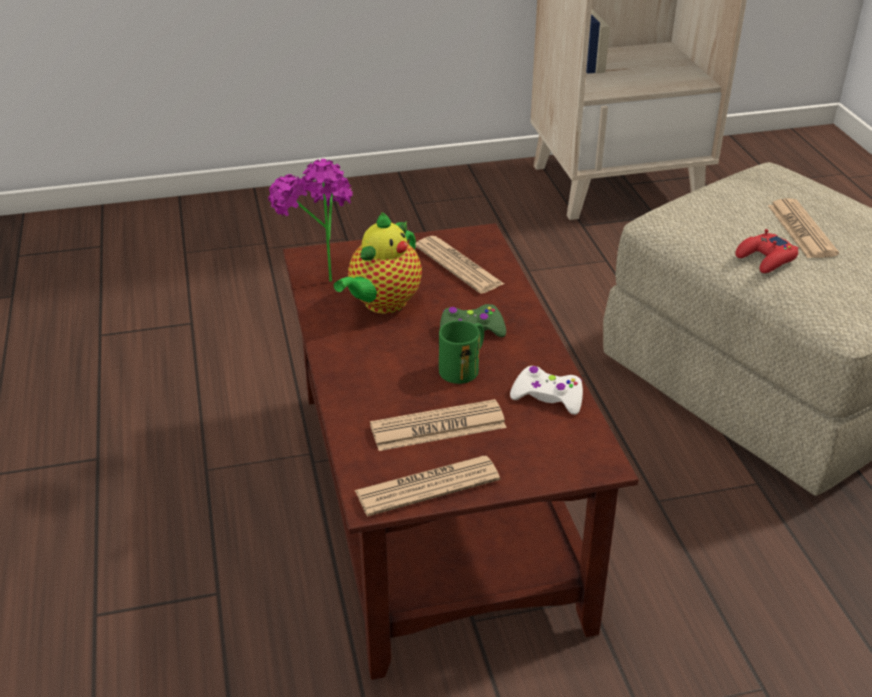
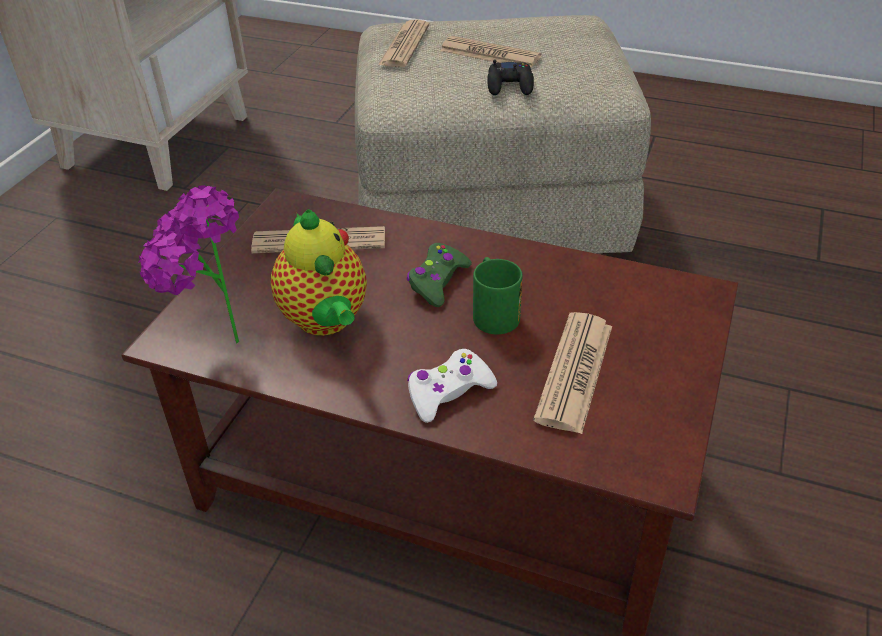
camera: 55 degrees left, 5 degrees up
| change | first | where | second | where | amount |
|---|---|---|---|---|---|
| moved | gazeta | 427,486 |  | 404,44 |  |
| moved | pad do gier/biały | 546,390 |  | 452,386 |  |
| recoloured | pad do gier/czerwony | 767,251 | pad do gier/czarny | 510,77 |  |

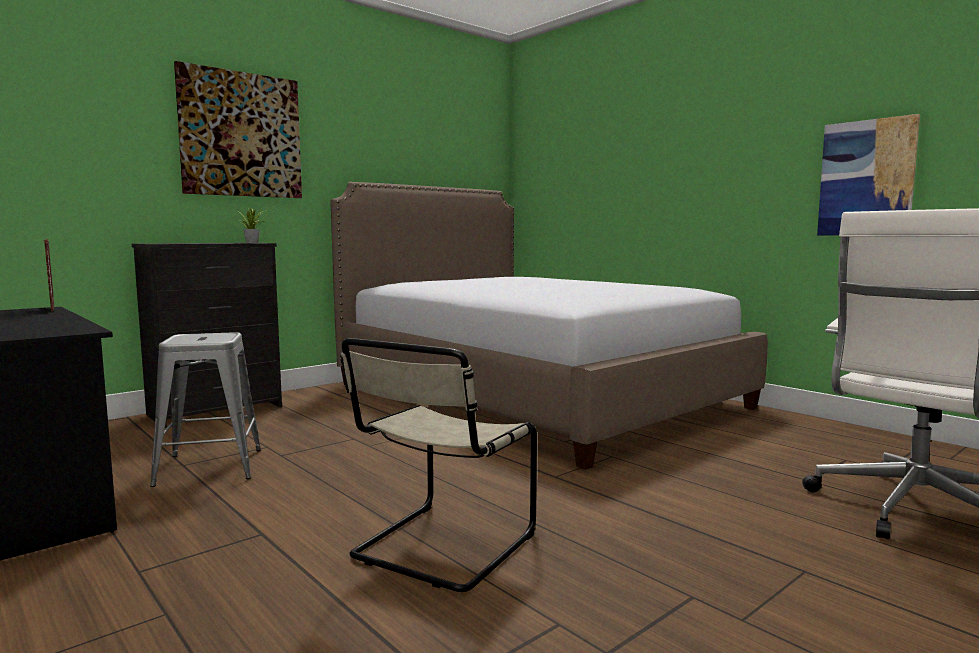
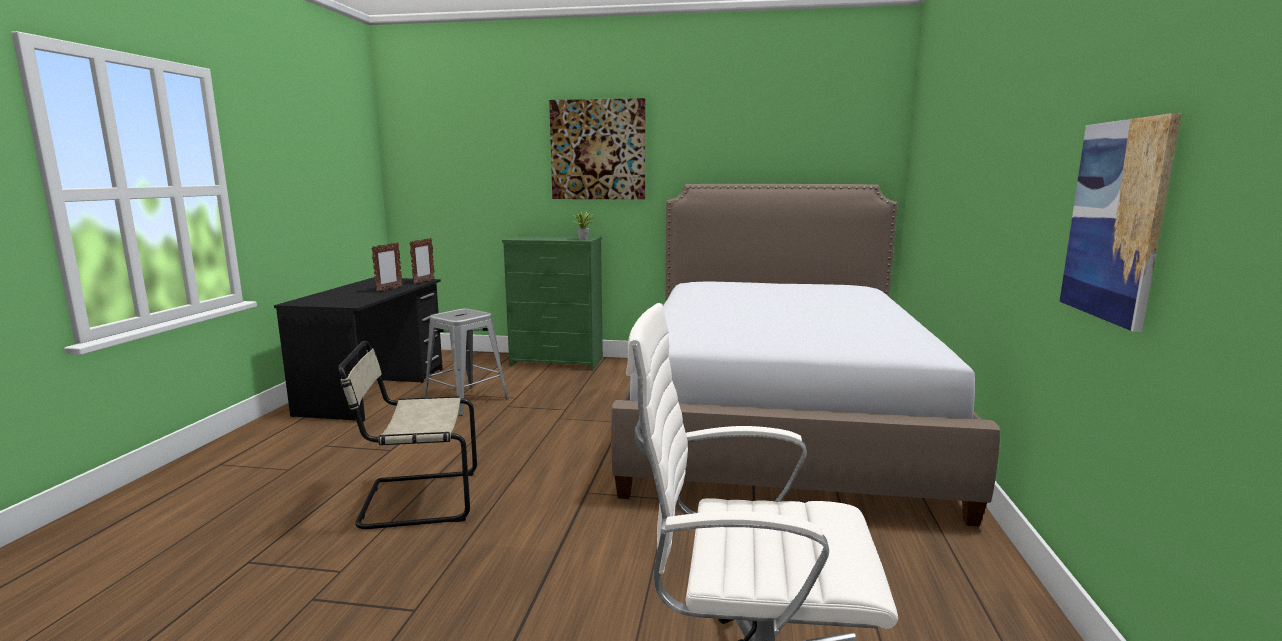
camera: 50 degrees right, 5 degrees up
| change | first | where | second | where | amount |
|---|---|---|---|---|---|
| added |  |  | ramka na zdjęcie | 387,267 |  |
| recoloured | komoda/czarny | 207,335 | komoda/zielony | 552,303 |  |

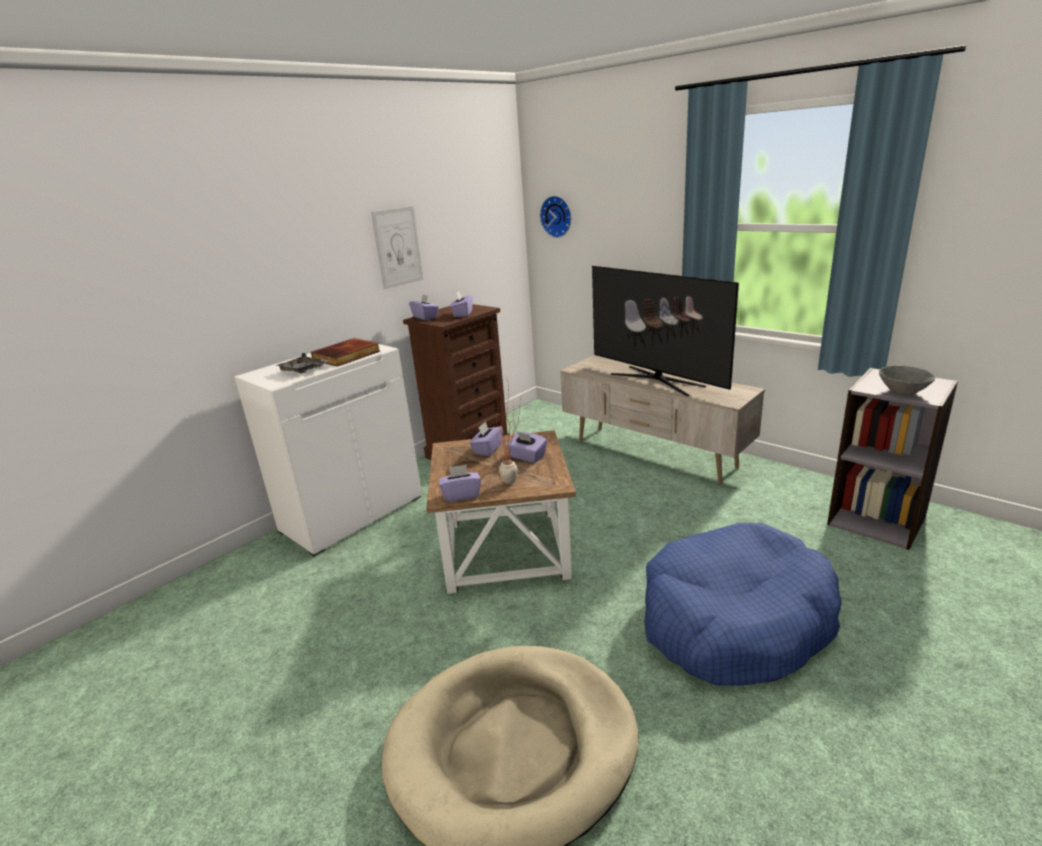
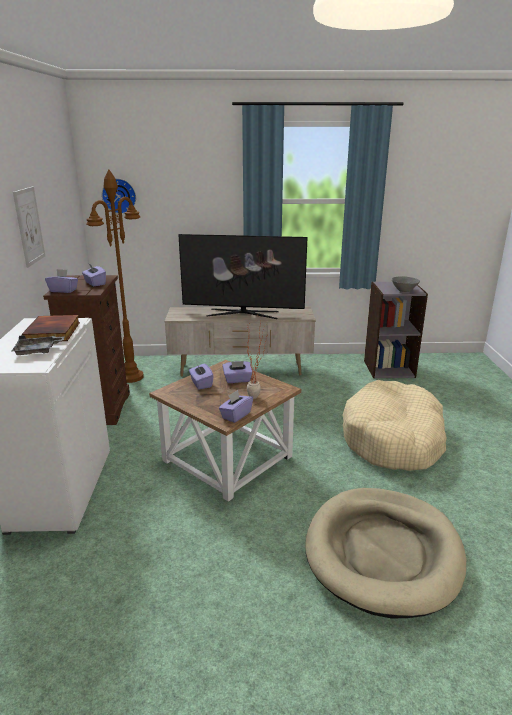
camera: 45 degrees left, 0 degrees up
| change | first | where | second | where | amount |
|---|---|---|---|---|---|
| added |  |  | lampa stojąca/brązowy | 115,276 |  |
| recoloured | legowisko/niebieski | 743,604 | legowisko/beżowy | 395,425 |  |

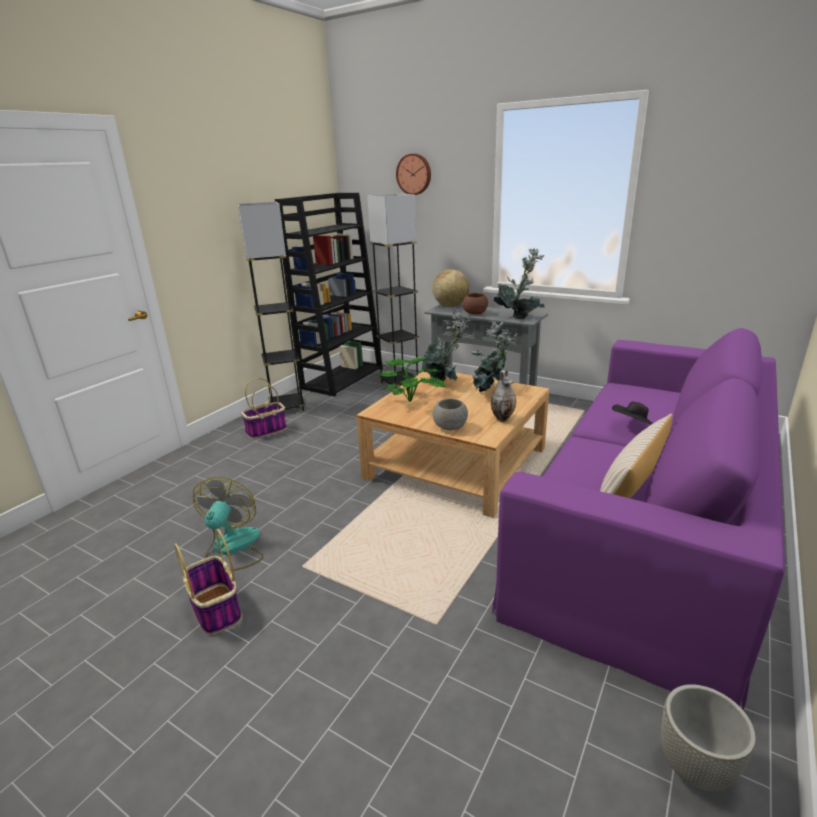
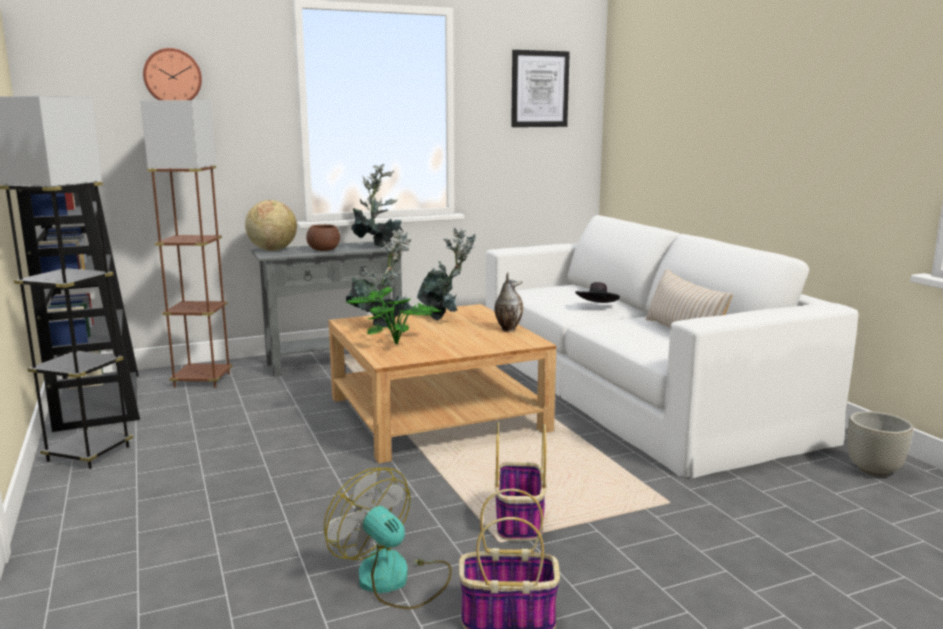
camera: 55 degrees left, 10 degrees down
| change | first | where | second | where | amount |
|---|---|---|---|---|---|
| removed | miska/szary | 450,414 |  |  |  |
| added |  |  | obraz | 540,88 |  |
| moved | koszyk | 264,408 |  | 521,481 |  |
| recoloured | lampa stojąca/szary | 393,291 | lampa stojąca/brązowy | 186,244 |  |
| recoloured | kanapa/fioletowy | 638,519 | kanapa/biały | 672,347 |  |

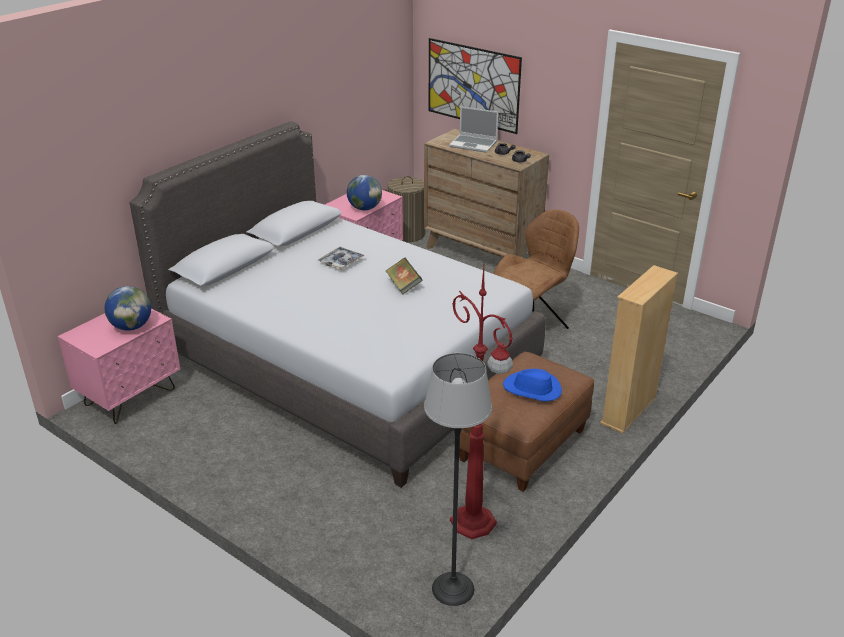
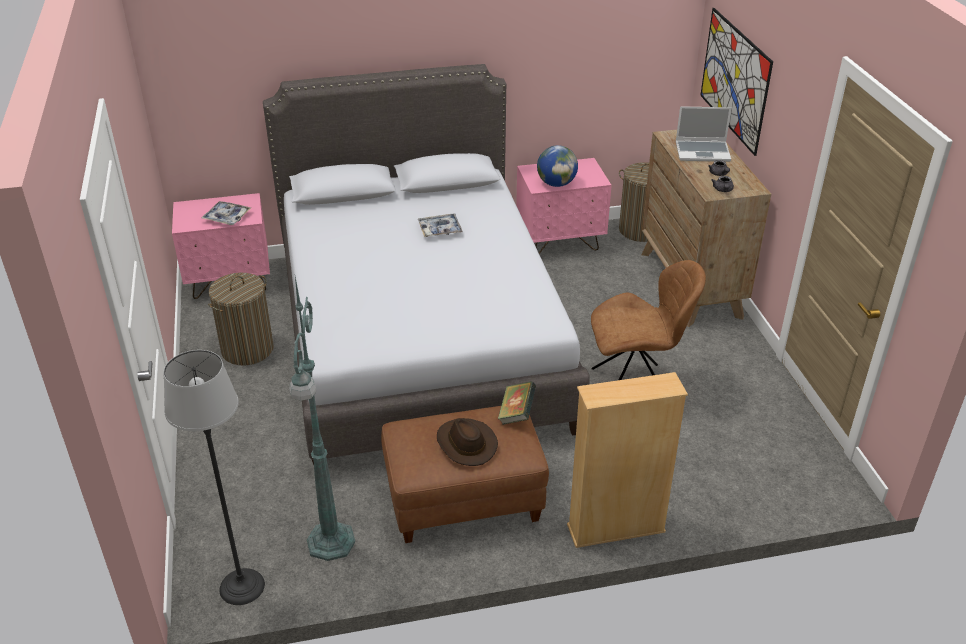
camera: 40 degrees right, 5 degrees up
| change | first | where | second | where | amount |
|---|---|---|---|---|---|
| added |  |  | kosz na pranie | 241,319 |  |
| moved | książka | 404,276 |  | 517,403 |  |
| replaced | globus | 127,308 | taca | 226,213 |  |
| recoloured | lampa stojąca/czerwony | 481,402 | lampa stojąca/zielony | 322,419 |  |
| recoloured | kapelusz/niebieski | 532,385 | kapelusz/brązowy | 467,442 |  |
| turned | laptop | 473,129 |  | 703,134 | 60 degrees counterclockwise |

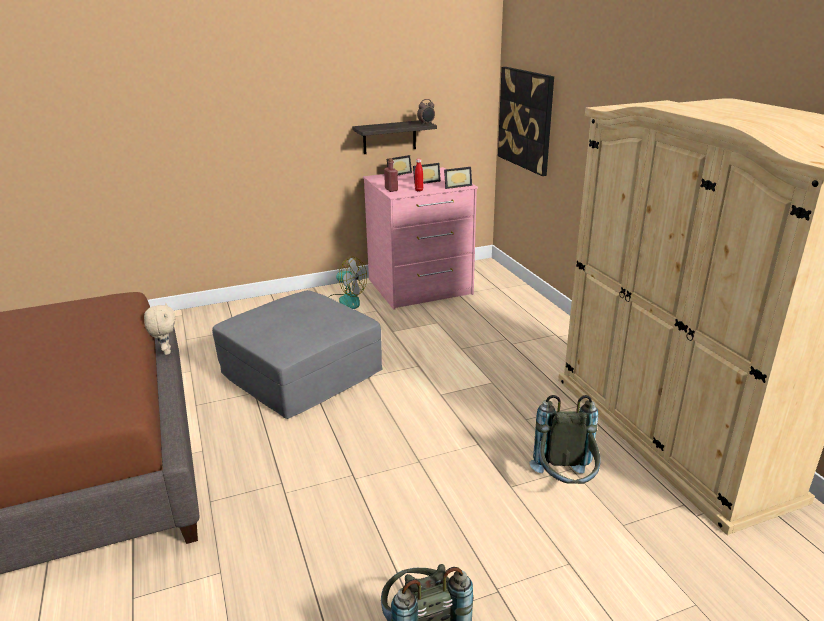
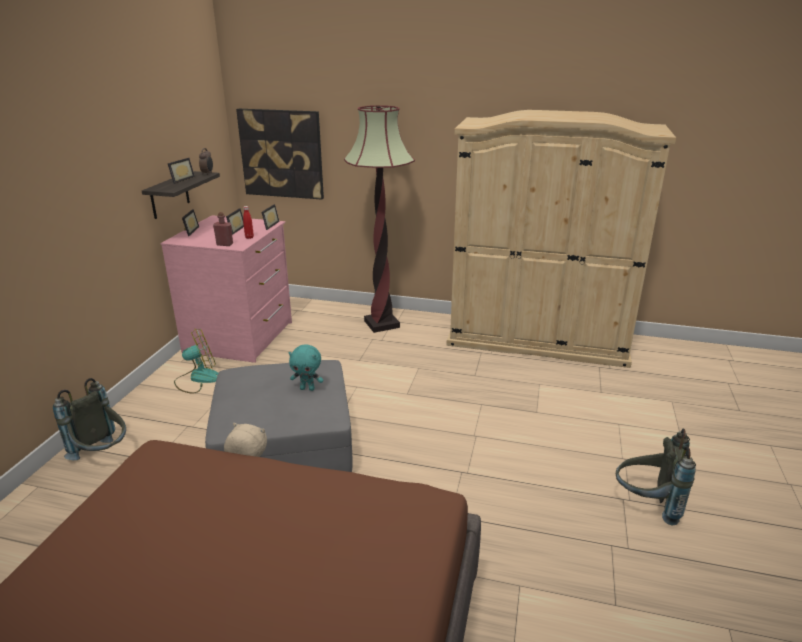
camera: 55 degrees left, 0 degrees up
| change | first | where | second | where | amount |
|---|---|---|---|---|---|
| added |  |  | ramka na zdjęcie | 181,171 |  |
| added |  |  | pluszak/turkusowy | 305,367 |  |
| added |  |  | lampa stojąca | 379,219 |  |
| moved | plecak/szary | 565,439 |  | 89,419 |  |

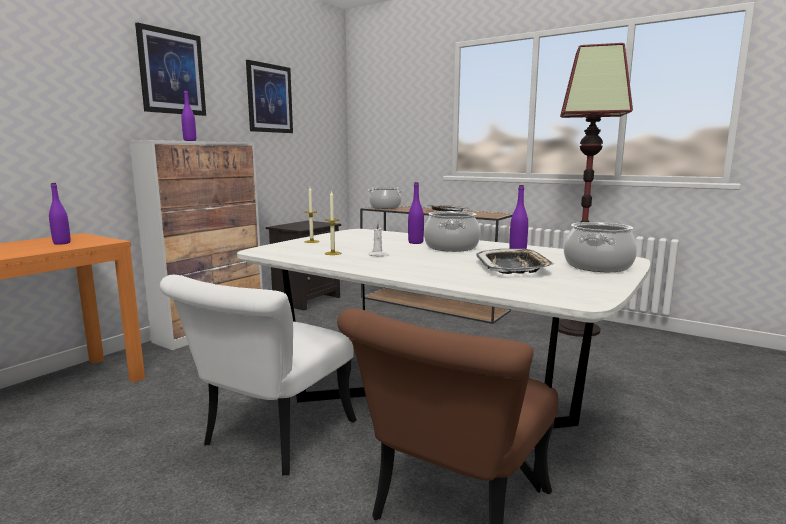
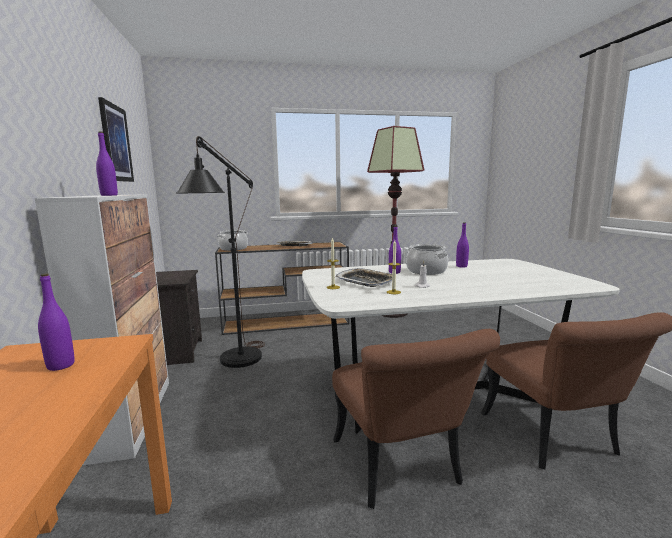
camera: 45 degrees left, 0 degrees up
| change | first | where | second | where | amount |
|---|---|---|---|---|---|
| removed | obraz | 170,69 |  |  |  |
| removed | garnek | 600,247 |  |  |  |
| added |  |  | lampa stojąca/czarny | 220,252 |  |
| moved | taca | 515,261 |  | 363,277 |  |
| recoloured | krzesło/biały | 258,375 | krzesło/brązowy | 416,419 |  |

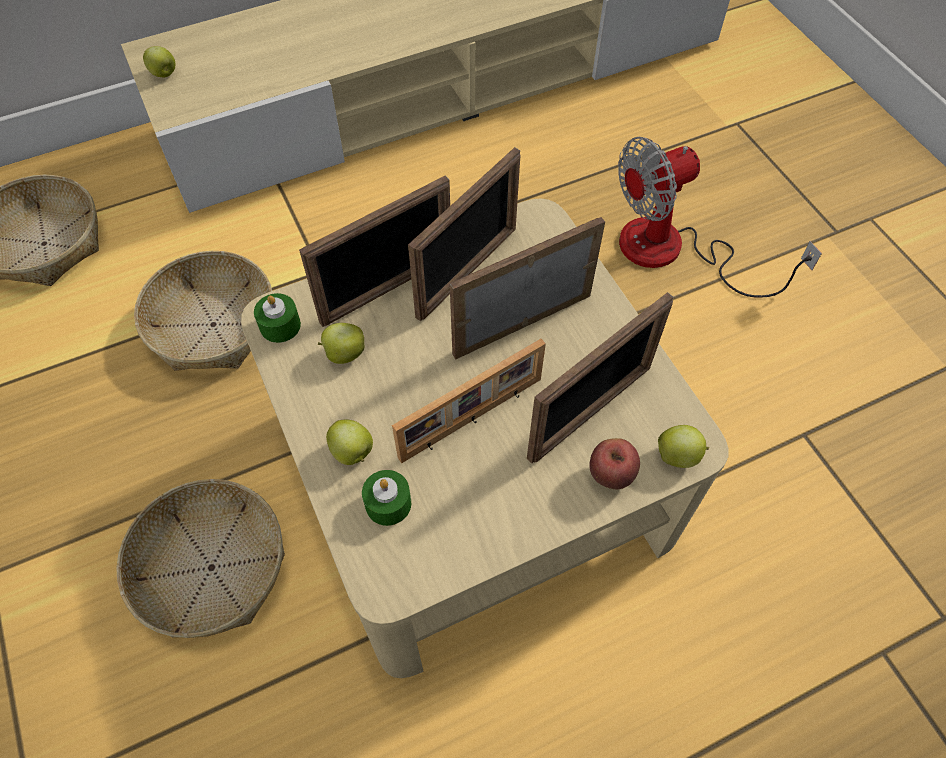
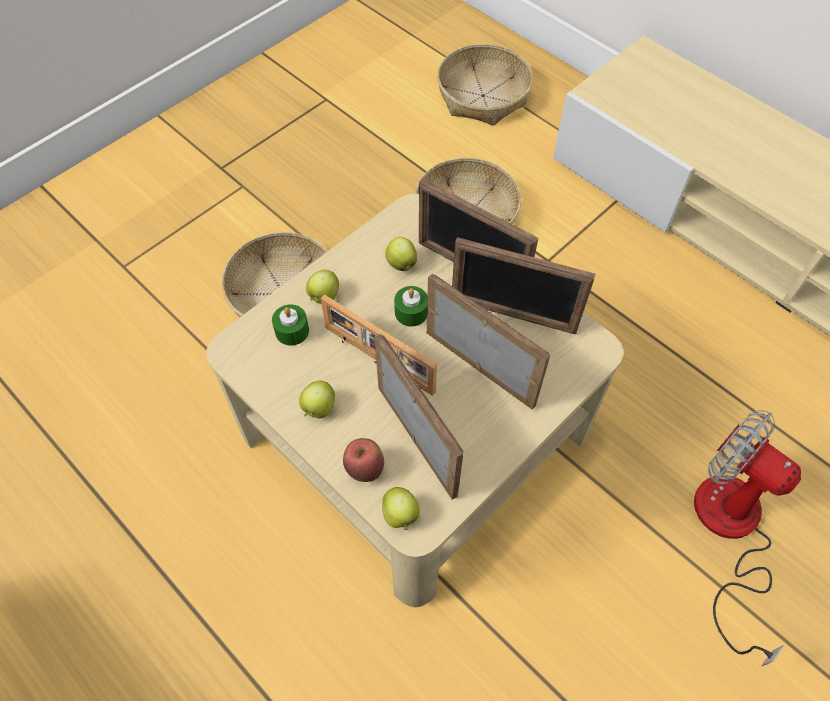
camera: 70 degrees right, 0 degrees up
| change | first | where | second | where | amount |
|---|---|---|---|---|---|
| moved | jabłko | 159,61 |  | 317,400 |  |
| moved | świeca/zielony | 277,318 |  | 411,306 |  |
| turned | ramka na zdjęcie | 600,377 |  | 419,417 | 150 degrees counterclockwise |

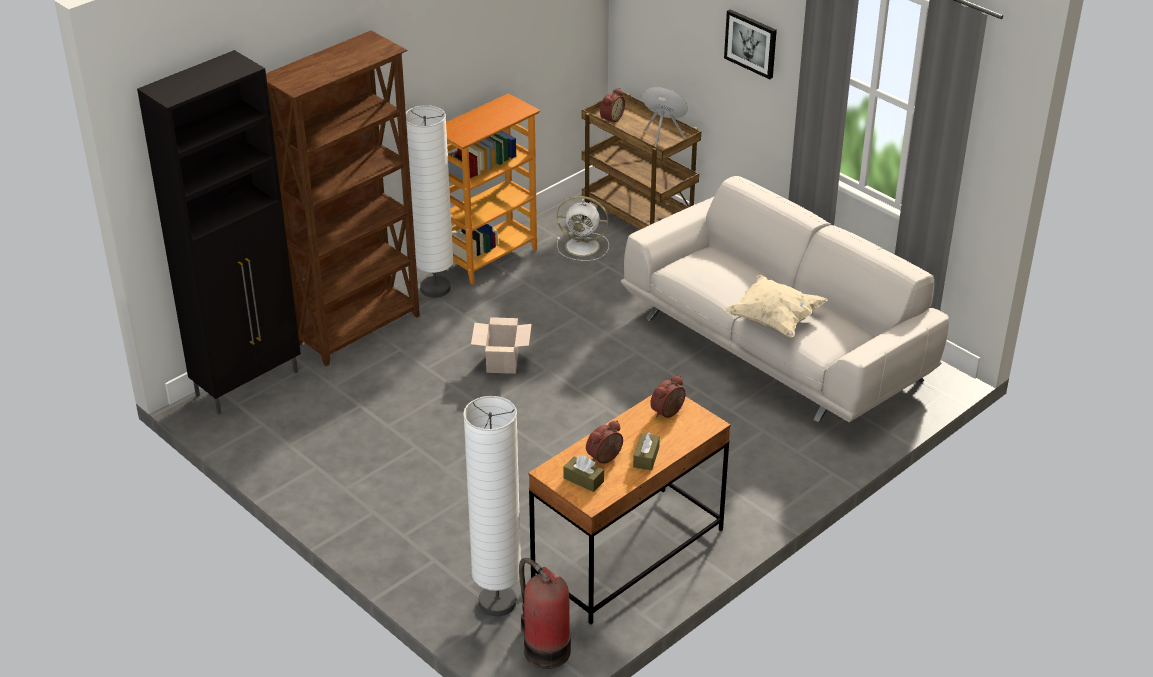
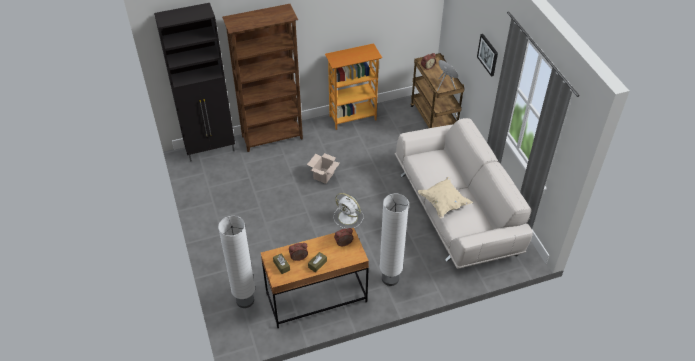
camera: 25 degrees right, 10 degrees up
| change | first | where | second | where | amount |
|---|---|---|---|---|---|
| removed | gaśnica | 545,613 |  |  |  |
| moved | lampa stojąca/biały | 430,201 |  | 394,239 |  |
| moved | wentylator/biały | 583,228 |  | 348,211 |  |

